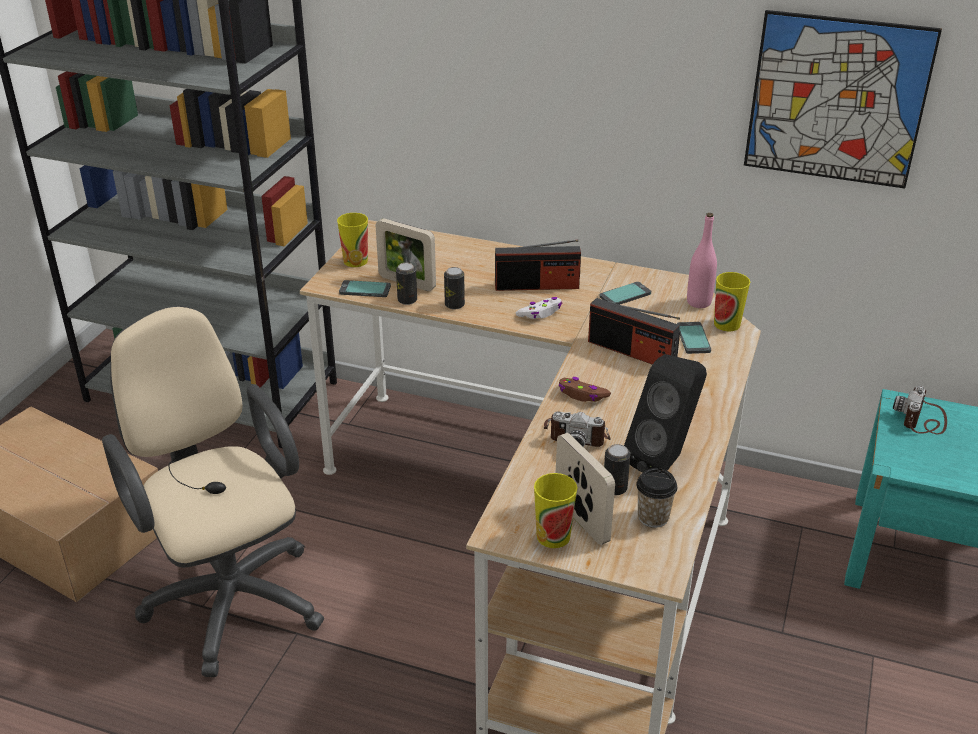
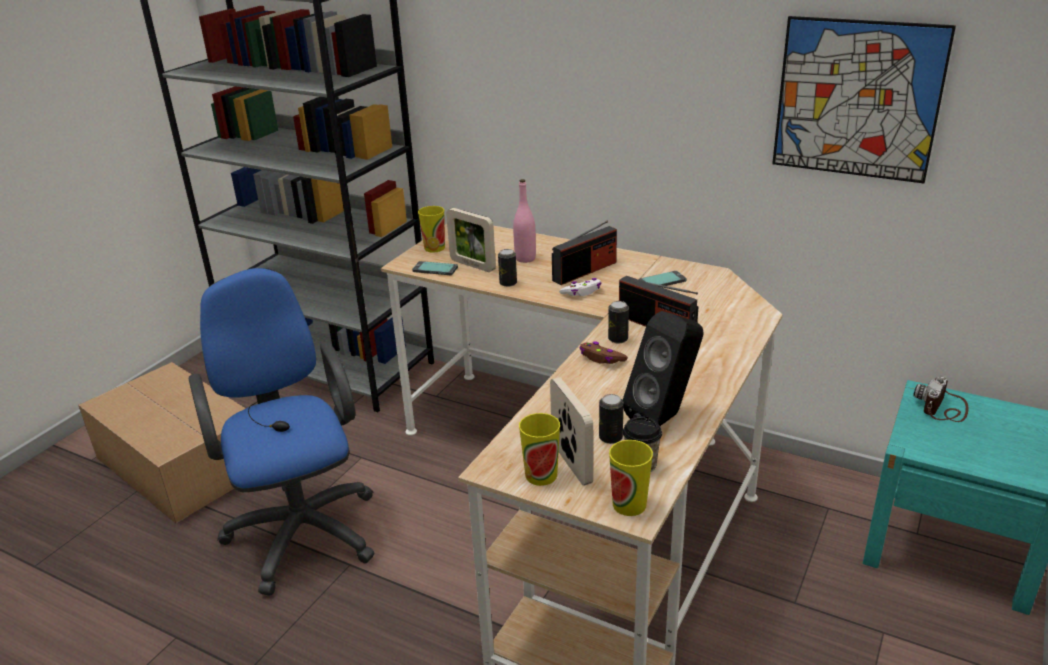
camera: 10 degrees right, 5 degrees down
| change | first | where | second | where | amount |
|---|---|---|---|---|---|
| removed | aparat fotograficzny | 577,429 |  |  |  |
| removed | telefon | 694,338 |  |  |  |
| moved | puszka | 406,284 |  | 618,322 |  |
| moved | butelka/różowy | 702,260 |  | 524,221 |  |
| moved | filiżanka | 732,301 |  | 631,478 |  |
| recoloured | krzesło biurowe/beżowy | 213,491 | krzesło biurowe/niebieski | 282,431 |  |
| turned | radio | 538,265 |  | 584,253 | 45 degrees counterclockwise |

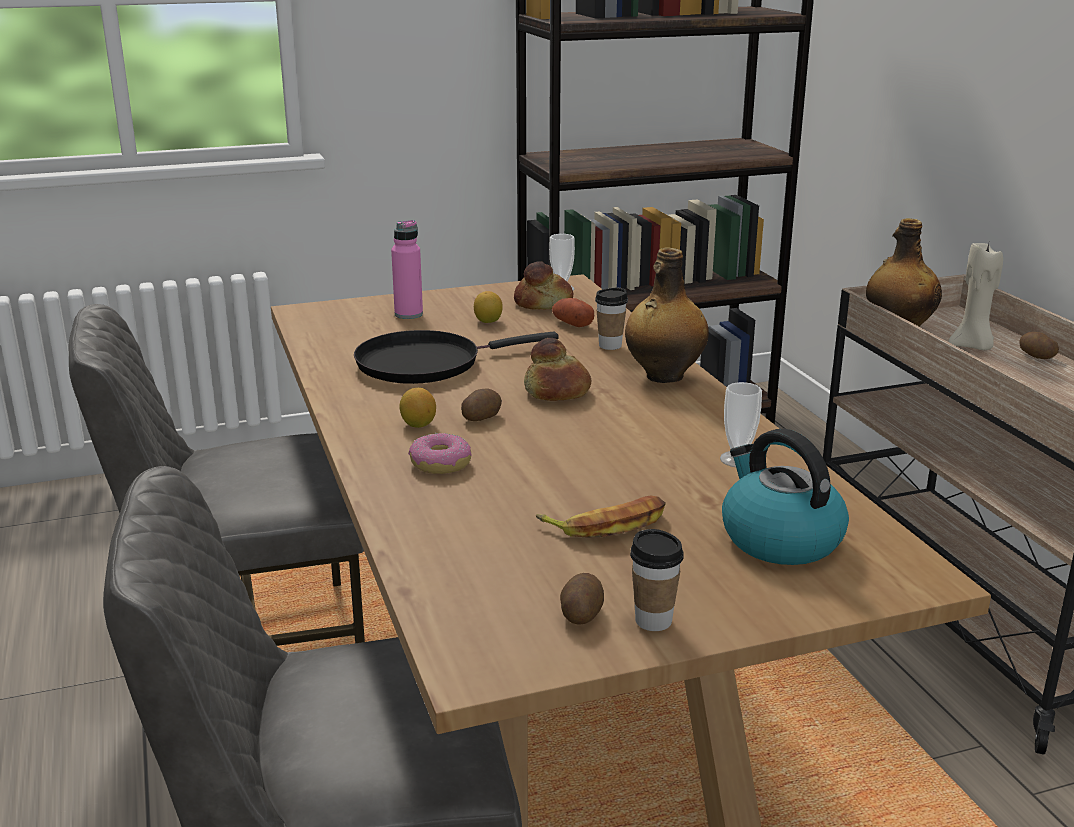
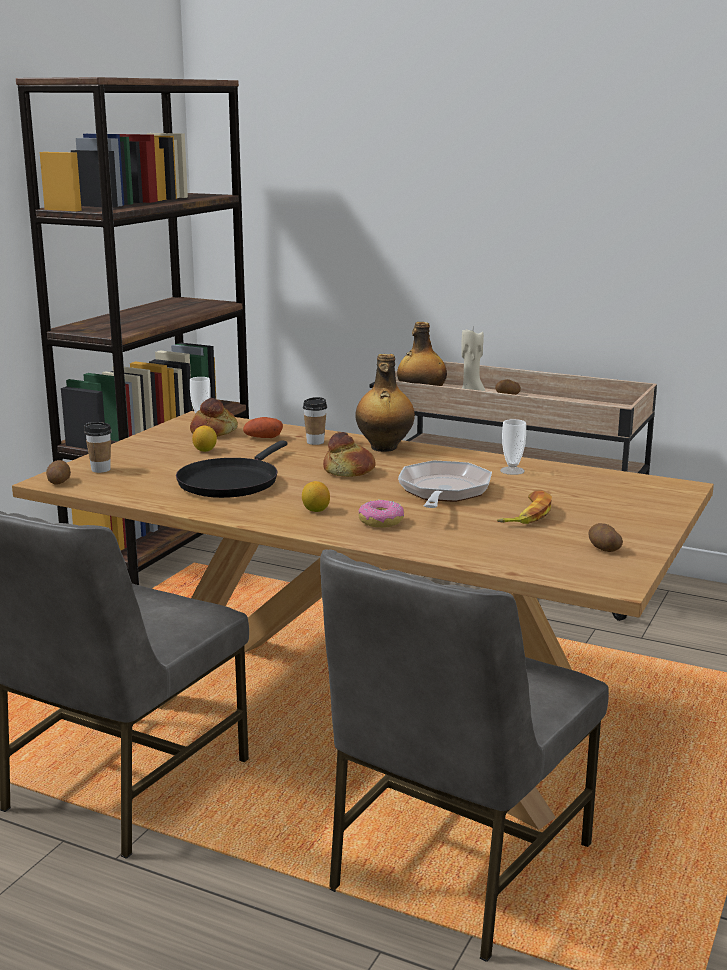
camera: 45 degrees left, 5 degrees down
| change | first | where | second | where | amount |
|---|---|---|---|---|---|
| removed | butelka/różowy | 407,269 |  |  |  |
| removed | czajnik | 785,496 |  |  |  |
| added |  |  | patelnia | 445,484 |  |
| moved | ziemniak | 481,404 |  | 58,472 |  |
| moved | filiżanka | 657,580 |  | 98,447 |  |

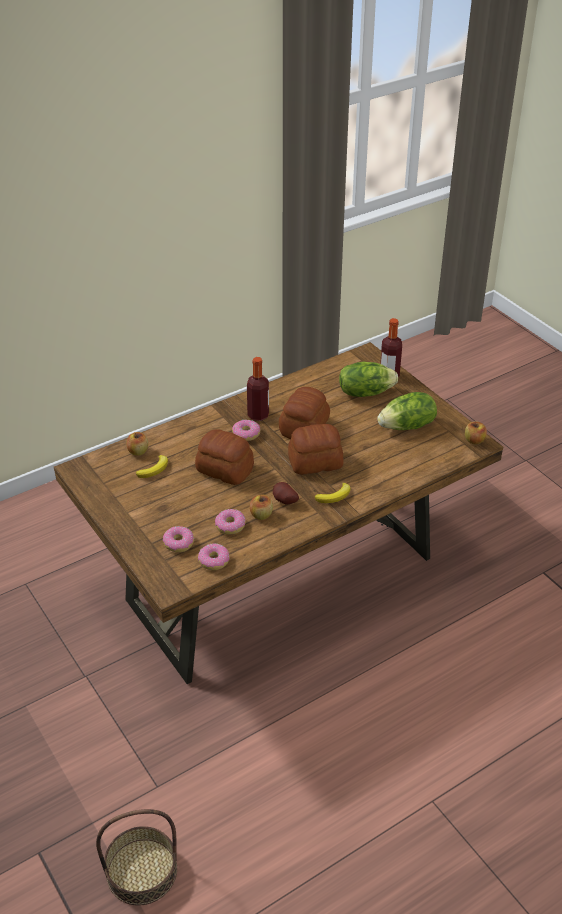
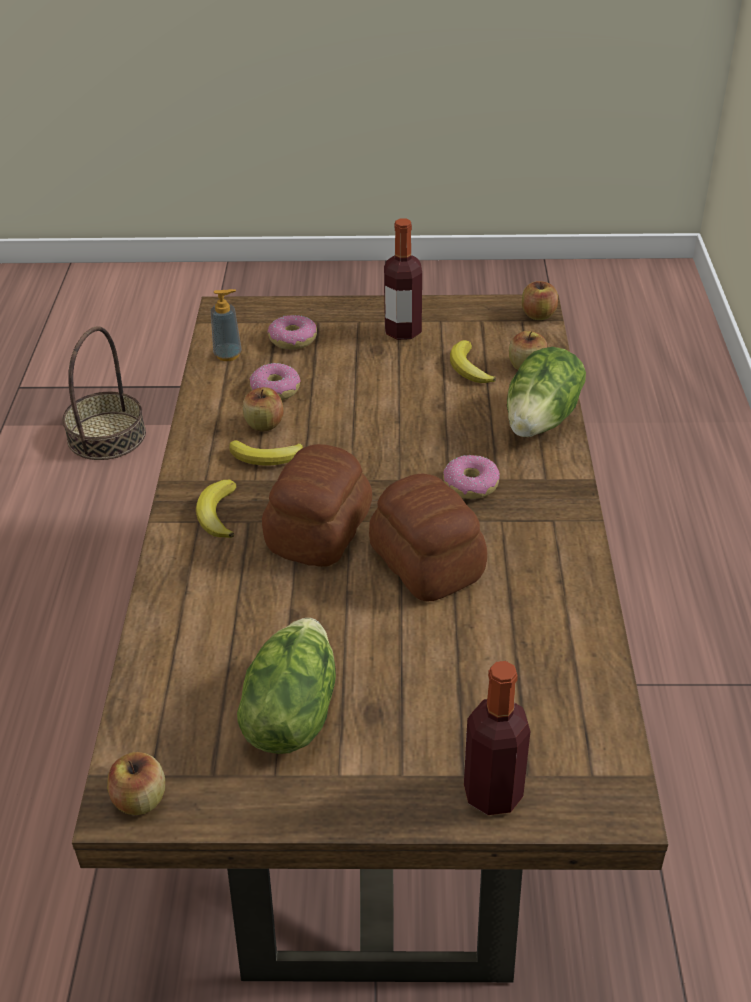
camera: 125 degrees right, 0 degrees up
| change | first | where | second | where | amount |
|---|---|---|---|---|---|
| removed | chleb | 224,457 |  |  |  |
| added |  |  | jabłko | 540,300 |  |
| moved | butelka | 258,389 |  | 403,279 |  |
| moved | sałata | 368,379 |  | 546,392 |  |
| replaced | donut | 214,556 | dozownik mydła | 226,325 |  |
| replaced | ziemniak | 286,493 | banan | 266,452 |  |

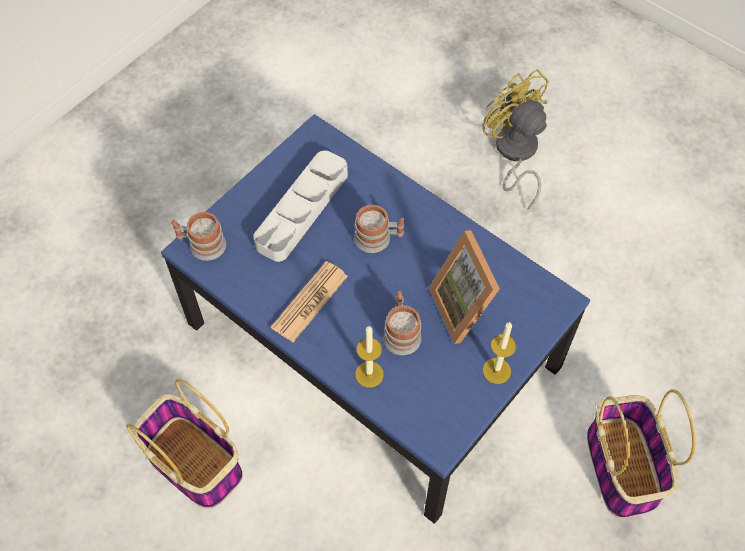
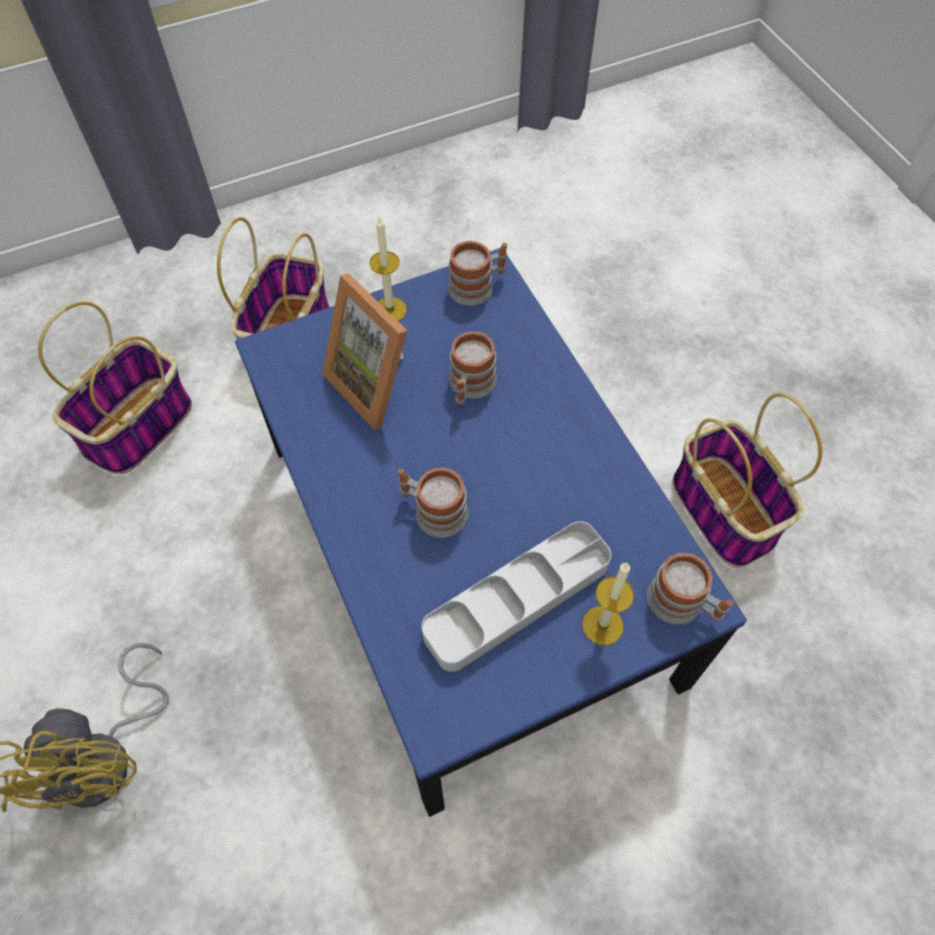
camera: 155 degrees left, 0 degrees up
| change | first | where | second | where | amount |
|---|---|---|---|---|---|
| removed | gazeta | 309,301 |  |  |  |
| added |  |  | koszyk | 115,387 |  |
| added |  |  | kubek | 477,273 |  |
| moved | świeca | 369,357 |  | 608,603 |  |
| turned | ramka na zdjęcie | 464,287 |  | 364,351 | 135 degrees clockwise |

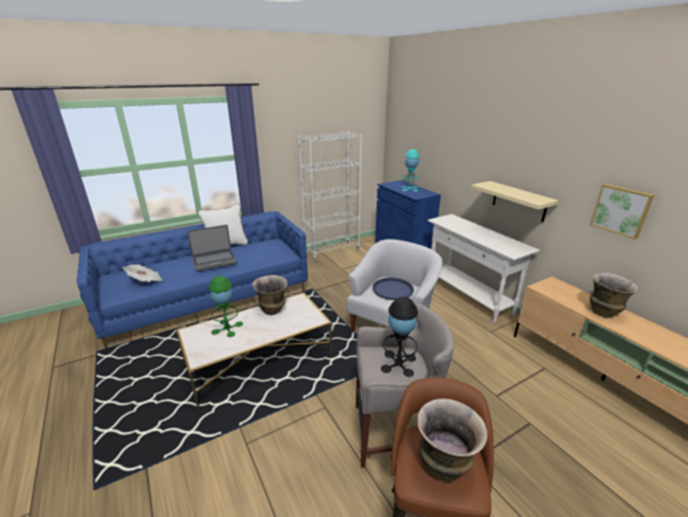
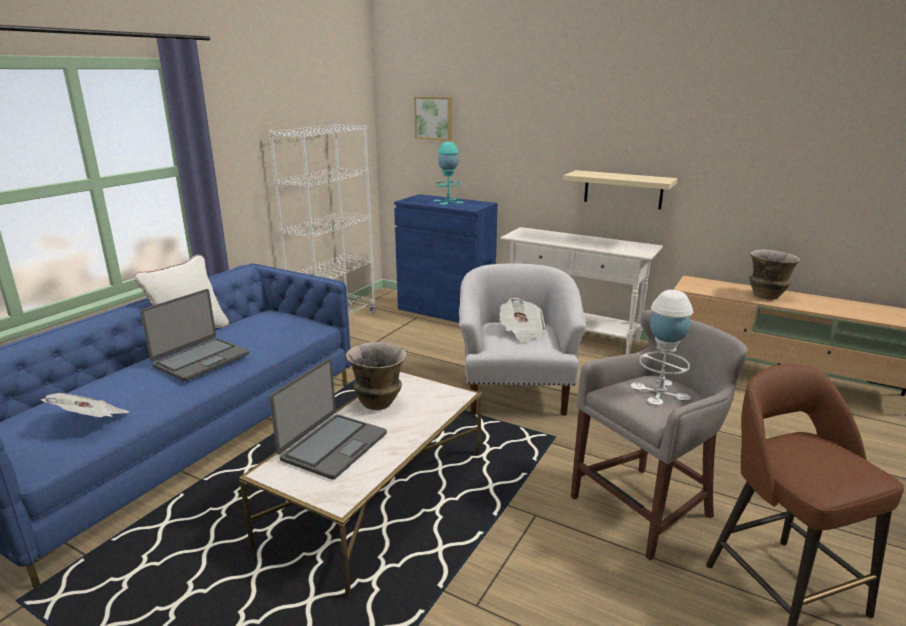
camera: 30 degrees left, 5 degrees down
| change | first | where | second | where | amount |
|---|---|---|---|---|---|
| removed | wazon | 452,440 |  |  |  |
| moved | obraz | 622,211 |  | 433,119 |  |
| replaced | lampa stołowa/zielony | 226,306 | laptop | 328,419 |  |
| replaced | taca/niebieski | 393,289 | gazeta | 522,320 |  |
| recoloured | lampa stołowa/czarny | 399,337 | lampa stołowa/biały | 662,348 |  |

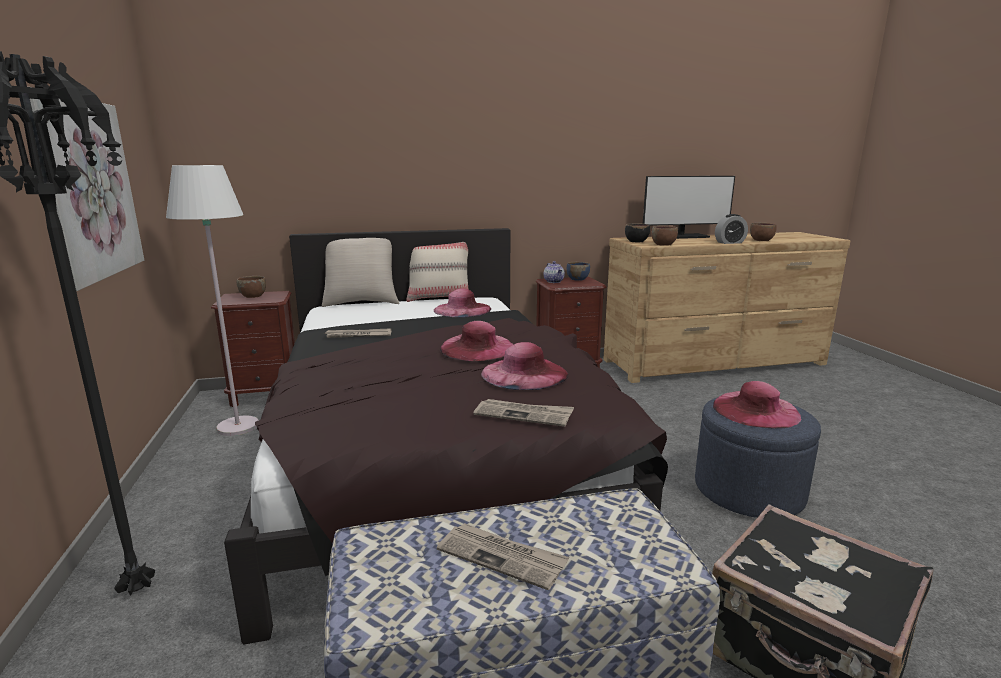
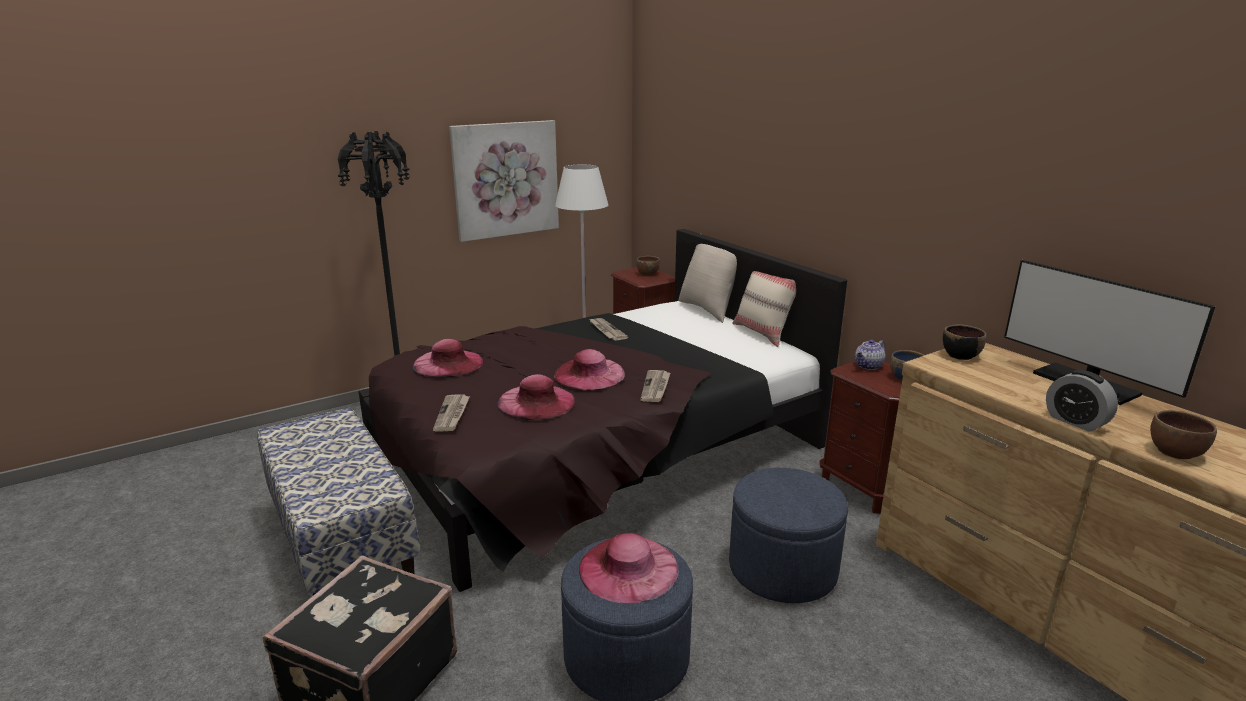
camera: 70 degrees right, 5 degrees up
| change | first | where | second | where | amount |
|---|---|---|---|---|---|
| removed | miska/brązowy | 664,236 |  |  |  |
| added |  |  | pufa/niebieski | 788,535 |  |
| moved | kapelusz/różowy | 462,303 |  | 448,358 |  |
| moved | gazeta | 503,556 |  | 655,386 |  |

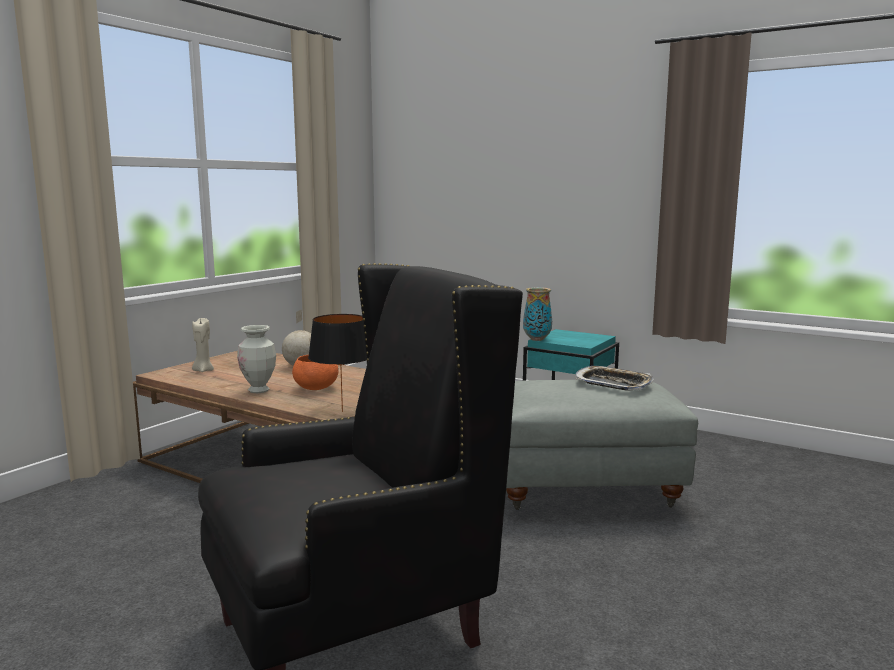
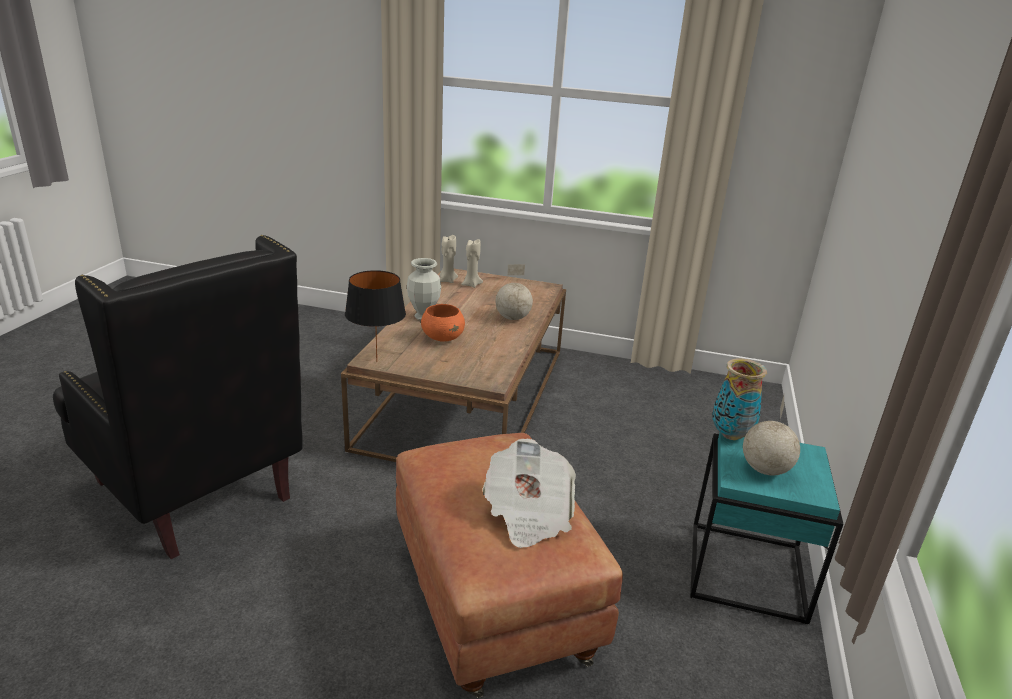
camera: 70 degrees right, 15 degrees up
| change | first | where | second | where | amount |
|---|---|---|---|---|---|
| added |  |  | świeca/beżowy | 449,259 |  |
| added |  |  | globus | 771,435 |  |
| replaced | taca | 614,378 | gazeta | 529,493 |  |
| recoloured | pufa/szary | 602,445 | pufa/brązowy | 509,565 |  |

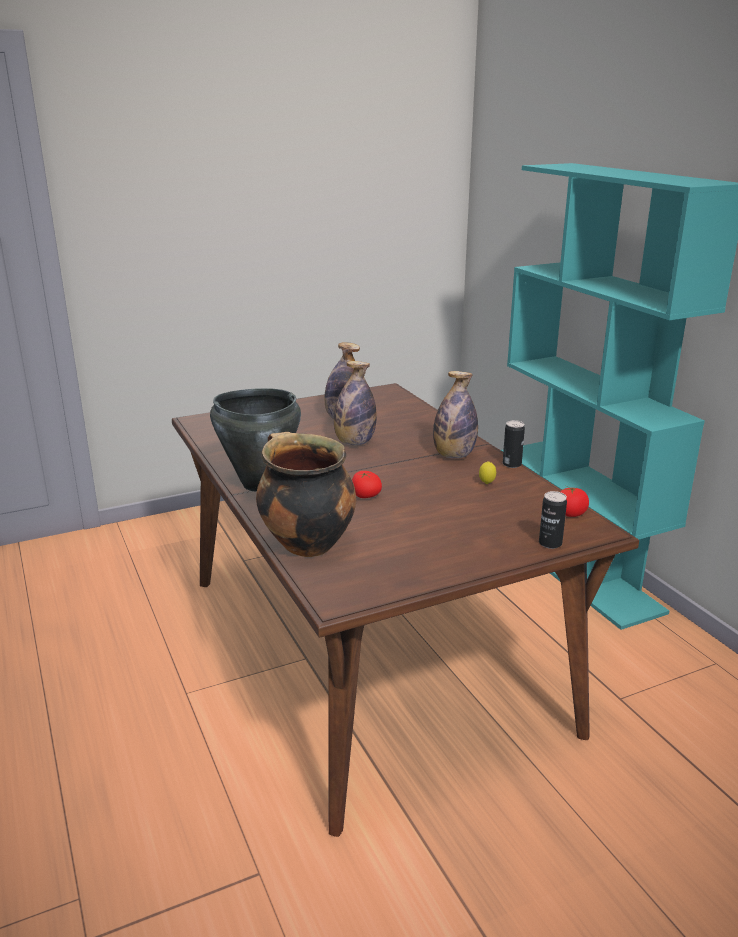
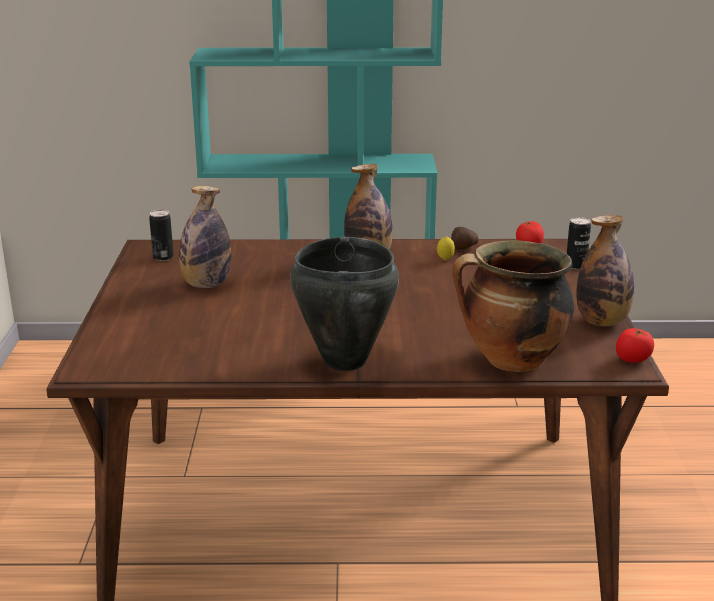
camera: 65 degrees left, 0 degrees up
| change | first | where | second | where | amount |
|---|---|---|---|---|---|
| added |  |  | ziemniak | 465,238 |  |
| moved | butelka | 355,403 |  | 605,270 |  |
| moved | pomidor | 367,484 |  | 635,345 |  |
| moved | puszka | 514,444 |  | 161,235 |  |

